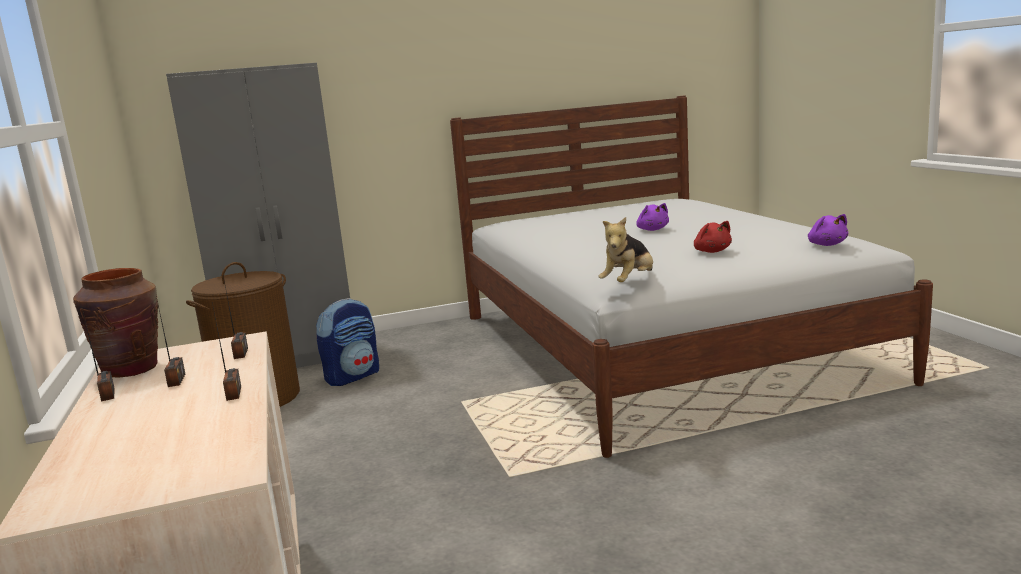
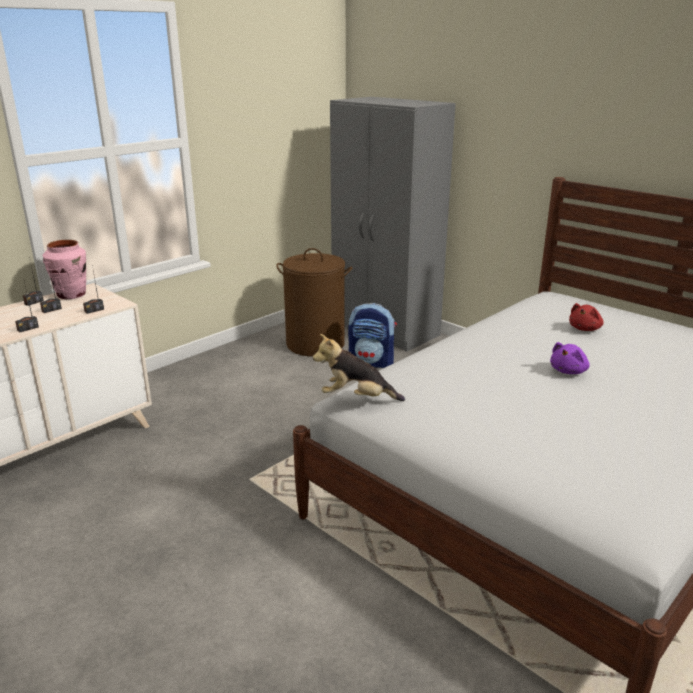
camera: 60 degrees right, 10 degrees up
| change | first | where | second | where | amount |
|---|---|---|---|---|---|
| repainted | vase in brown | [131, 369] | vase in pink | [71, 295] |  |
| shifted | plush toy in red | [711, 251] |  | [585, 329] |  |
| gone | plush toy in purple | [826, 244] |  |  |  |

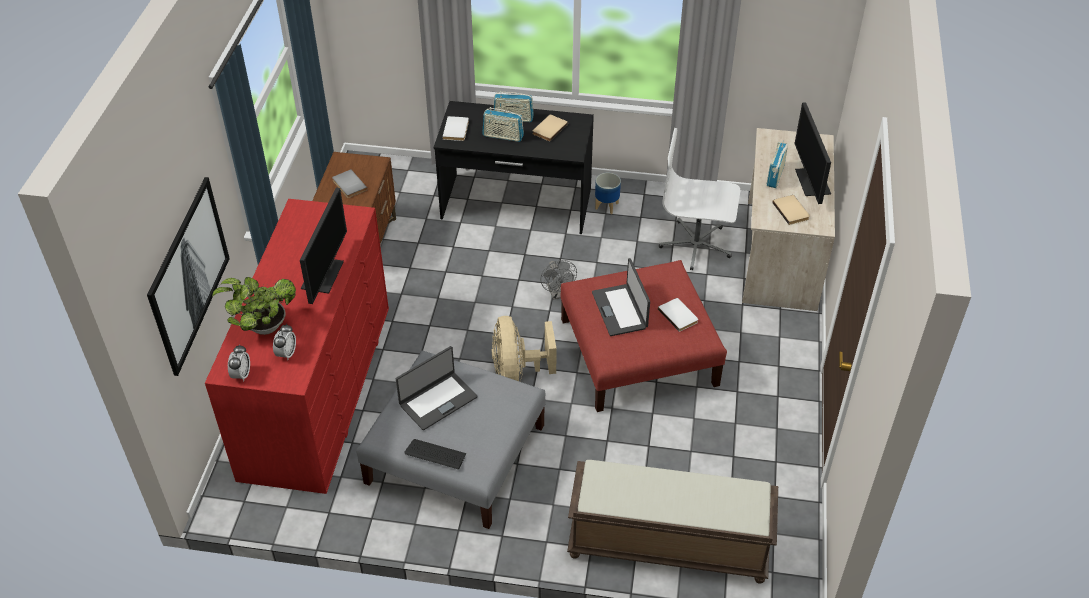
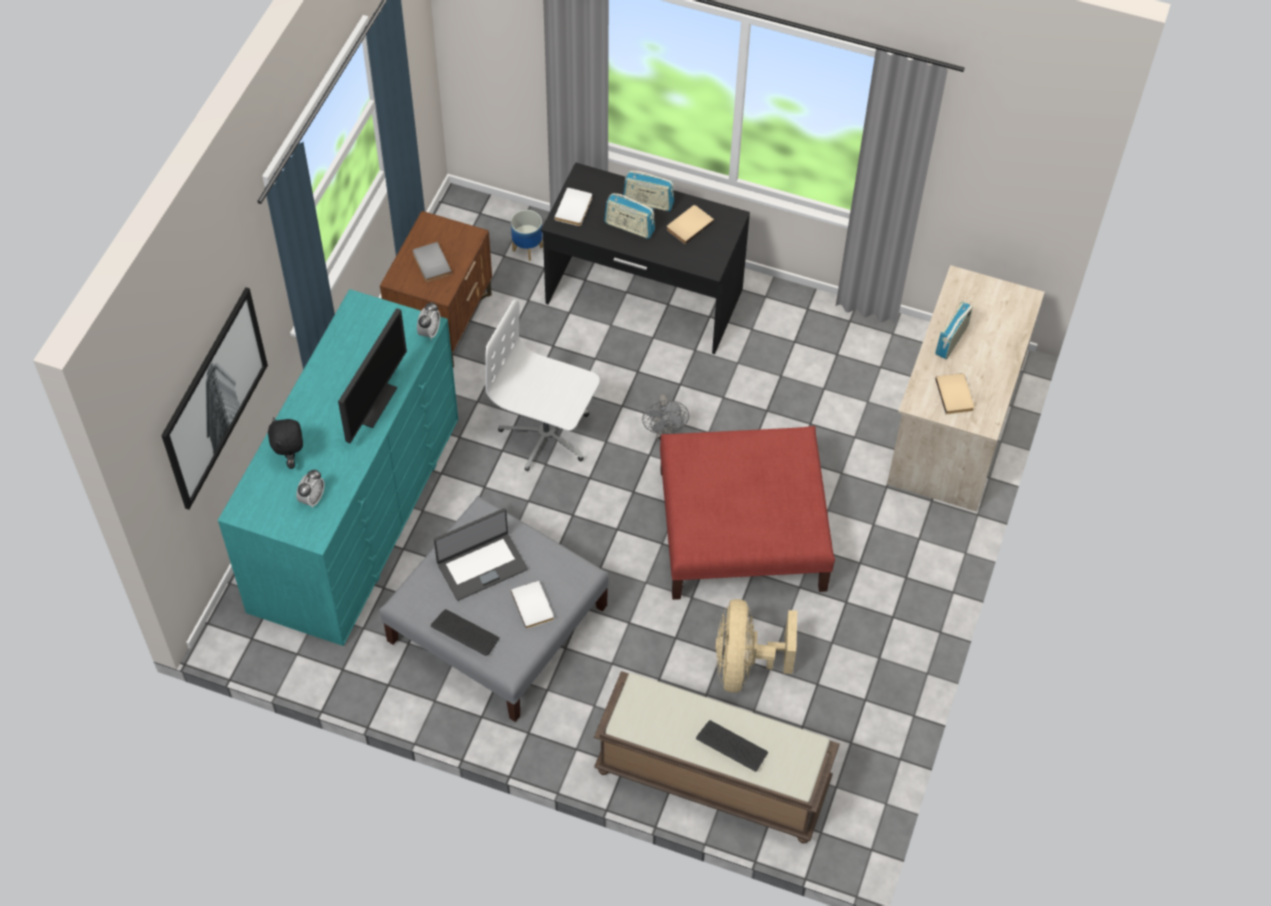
camera: 10 degrees right, 10 degrees up
| change | first | where | second | where | amount |
|---|---|---|---|---|---|
| repainted | dresser in red | [317, 389] | dresser in turquoise | [356, 513] |  |
| swapped | potted plant | [262, 327] | plush toy in black | [291, 459] |  |
| shifted | alarm clock | [241, 375] |  | [429, 332] |  |
| shifted | office chair in white | [696, 245] |  | [546, 435] |  |
| shifted | planter | [607, 206] |  | [528, 248] |  |
| shifted | book in white | [679, 315] |  | [534, 605] |  |
| new |  |  | keyboard | [732, 746] |  |
| shifted | fan in beige | [517, 374] |  | [745, 665] |  |
| gone | laptop | [620, 310] |  |  |  |
| gone | monitor | [812, 182] |  |  |  |

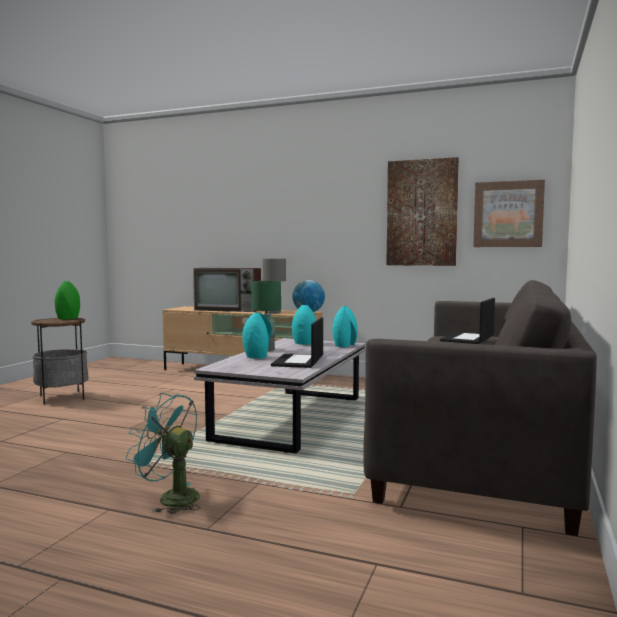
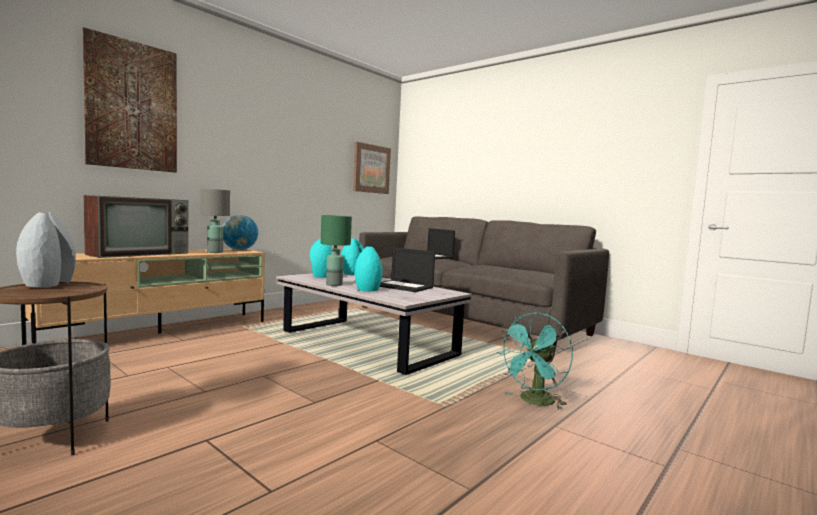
camera: 70 degrees left, 0 degrees up
| change | first | where | second | where | amount |
|---|---|---|---|---|---|
| repainted | vase in green | [68, 318] | vase in grey | [48, 284] |  |
| shifted | picture | [421, 213] |  | [132, 106] |  |

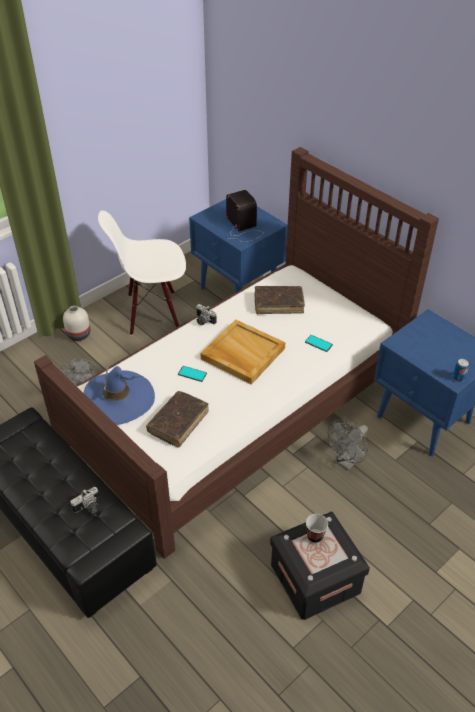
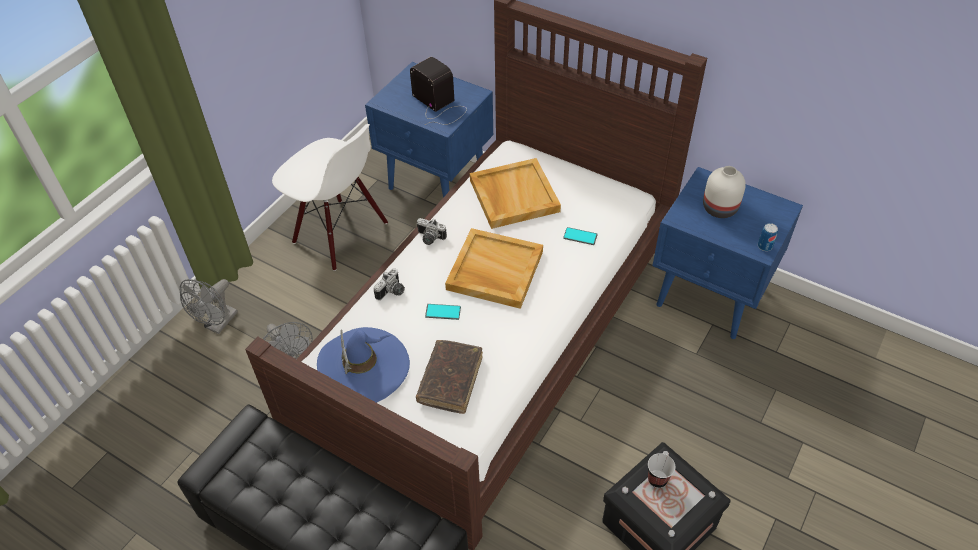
camera: 15 degrees left, 5 degrees up
| change | first | where | second | where | amount |
|---|---|---|---|---|---|
| shifted | fan in grey | [347, 461] |  | [218, 324] |  |
| rotated | chair in white | [152, 312] |  | [339, 234] | 120 degrees counterclockwise |
| shifted | photo camera | [89, 508] |  | [392, 292] |  |
| swapped | book in brown | [278, 304] | tray in beige | [513, 195] |  |
| shifted | vase in white | [79, 335] |  | [720, 209] |  |

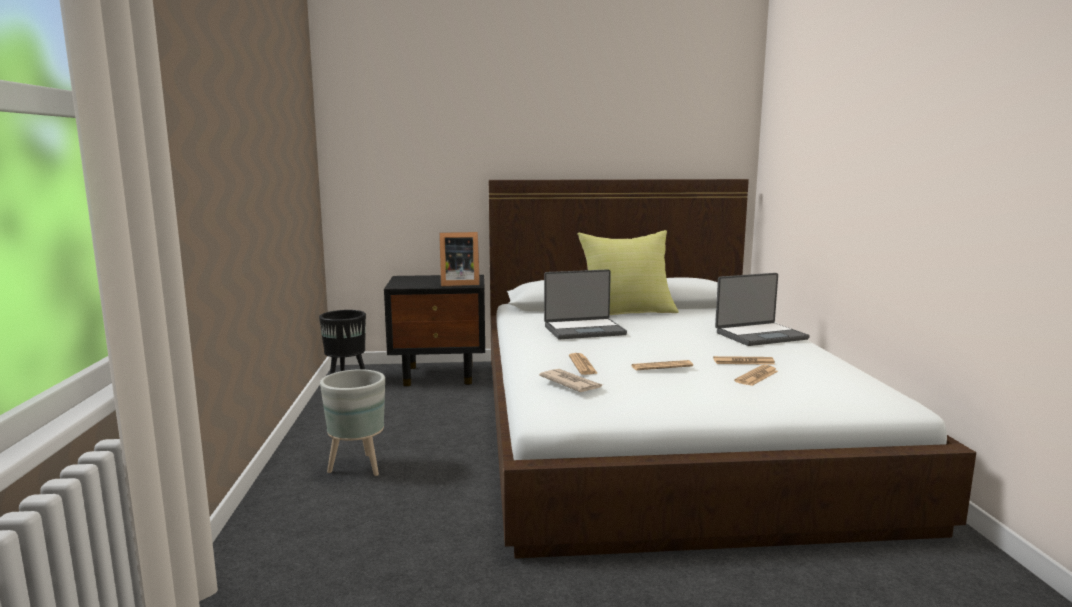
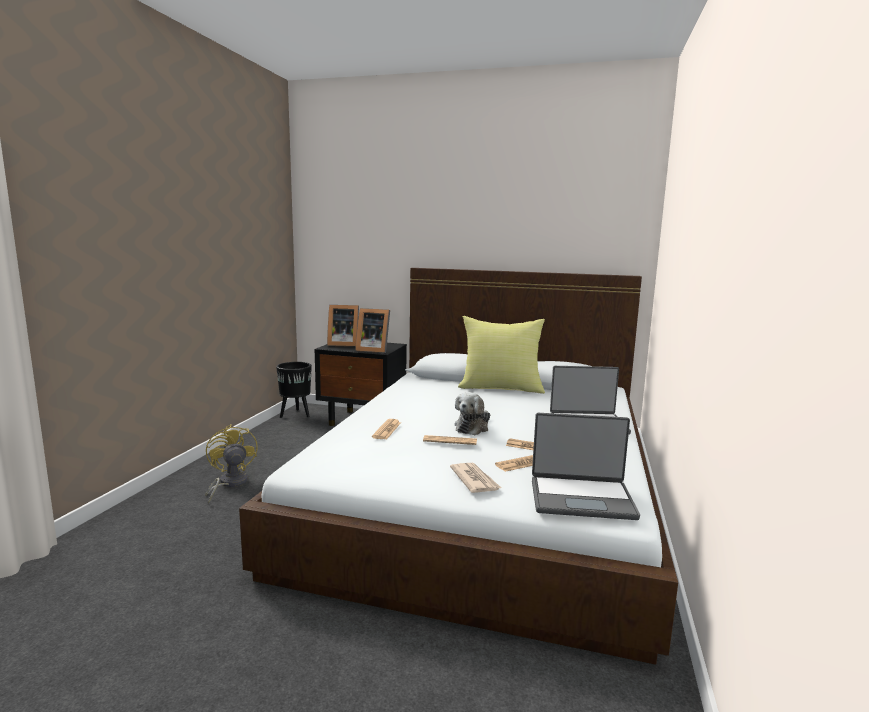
camera: 20 degrees right, 0 degrees up
| change | first | where | second | where | amount |
|---|---|---|---|---|---|
| swapped | planter in grey | [357, 468] | fan in yellow | [229, 484] |  |
| new |  |  | picture frame | [343, 344] |  |
| shifted | newspaper | [570, 383] |  | [474, 480] |  |
| new |  |  | plush toy | [472, 427] |  |
| shifted | laptop | [584, 330] |  | [581, 498] |  |

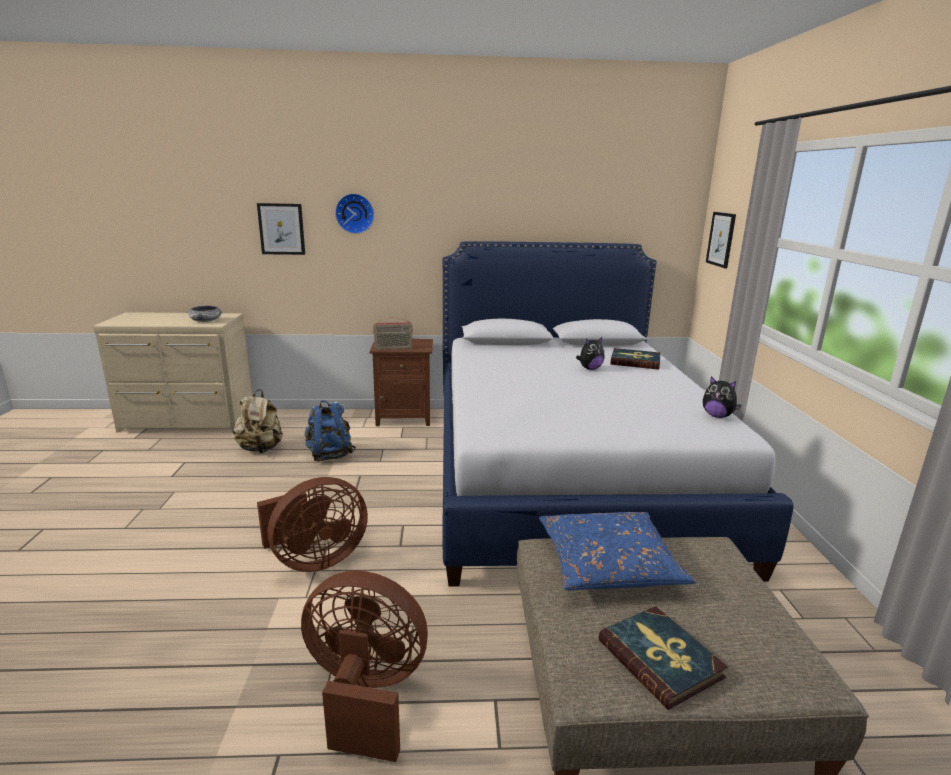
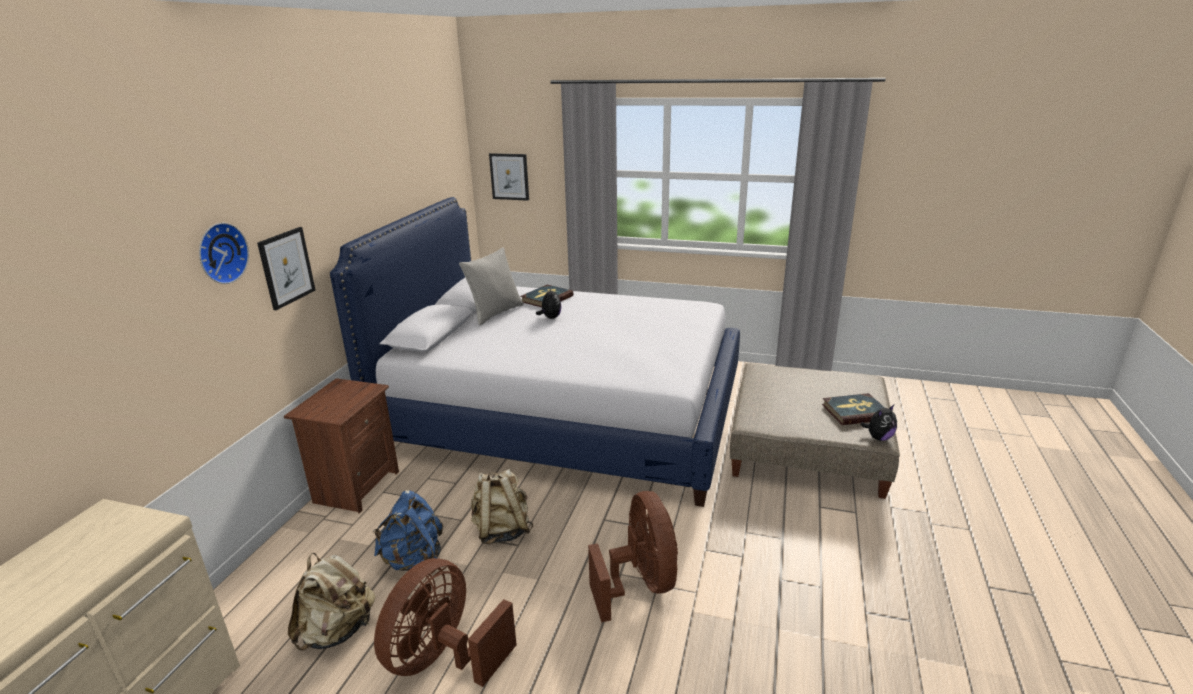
camera: 70 degrees left, 5 degrees up
| change | first | where | second | where | amount |
|---|---|---|---|---|---|
| shifted | picture | [281, 229] |  | [286, 267] |  |
| shifted | fan in brown | [365, 694] |  | [444, 658] |  |
| new |  |  | pillow in grey | [495, 313] |  |
| new |  |  | backpack in beige | [501, 530] |  |
| shifted | plush toy | [717, 416] |  | [878, 438] |  |
| gone | bowl | [206, 321] |  |  |  |
| gone | radio | [393, 348] |  |  |  |
| gone | pillow in blue | [608, 563] |  |  |  |

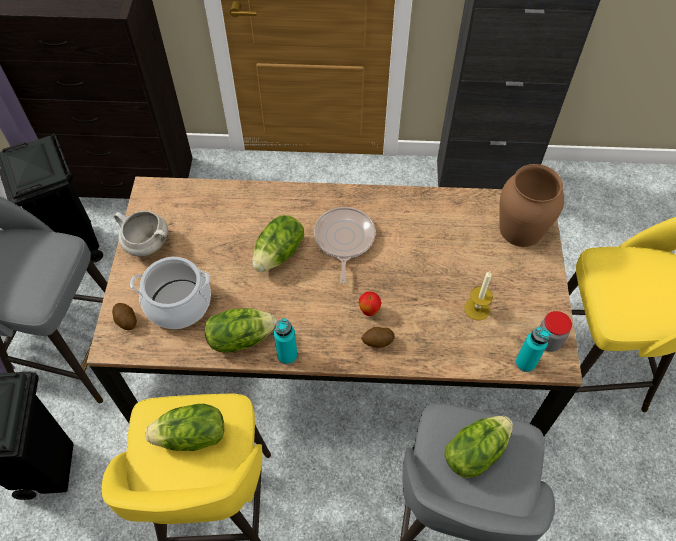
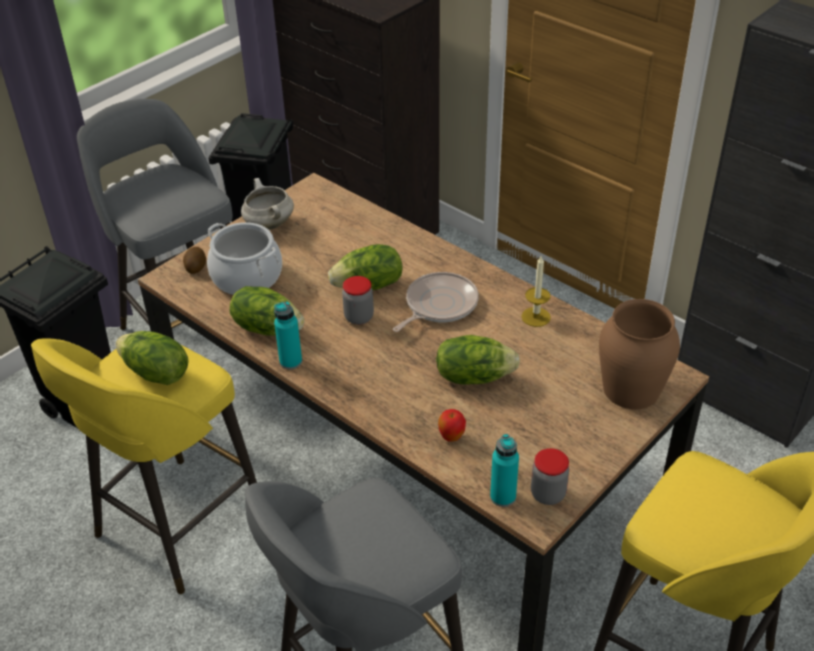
camera: 40 degrees right, 15 degrees down
| change | first | where | second | where | amount |
|---|---|---|---|---|---|
| new |  |  | jar | [359, 317] |  |
| shifted | lettuce | [474, 452] |  | [473, 376] |  |
| shifted | apple | [369, 311] |  | [451, 437] |  |
| shifted | candle | [477, 309] |  | [536, 317] |  |
| gone | potato | [377, 341] |  |  |  |

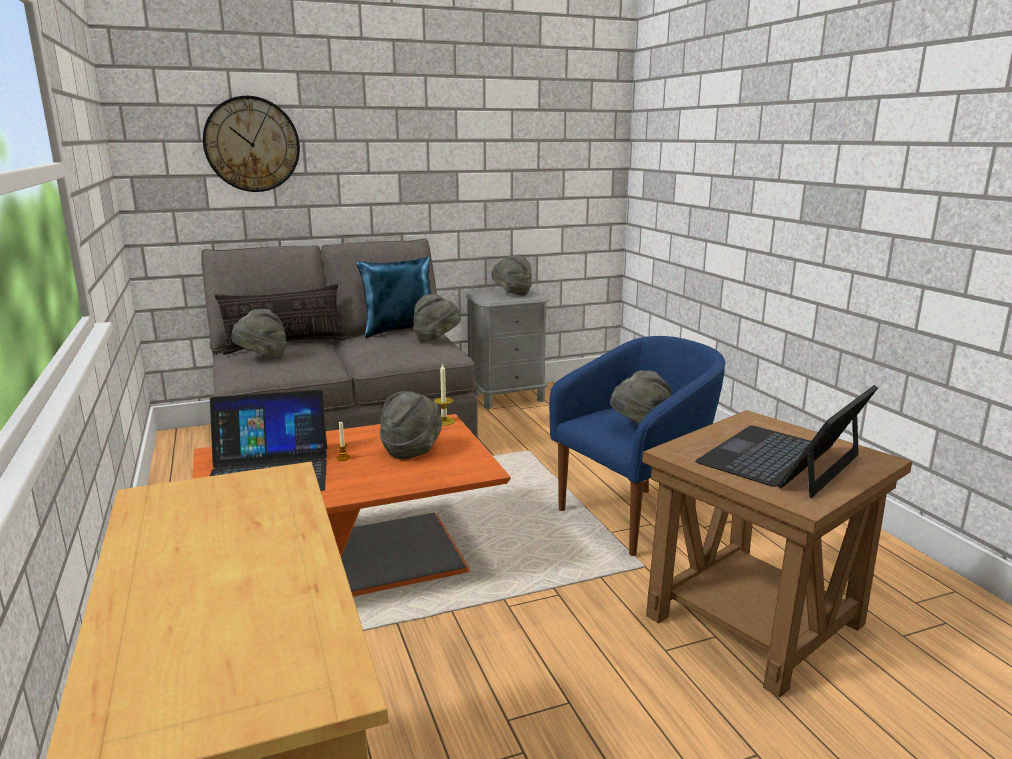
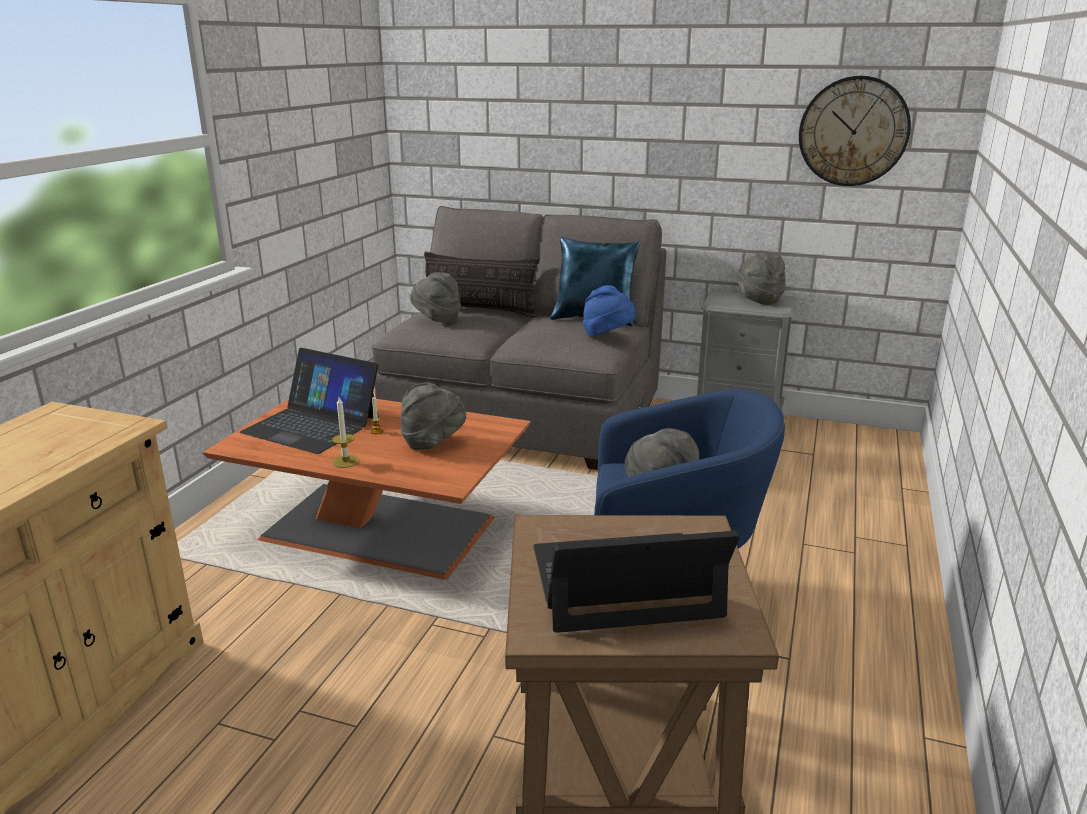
camera: 40 degrees right, 5 degrees up
| change | first | where | second | where | amount |
|---|---|---|---|---|---|
| shifted | candle | [444, 421] |  | [345, 461] |  |
| repainted | hat in grey | [436, 339] | hat in blue | [608, 337] |  |
| shifted | wall clock | [252, 144] |  | [853, 131] |  |

